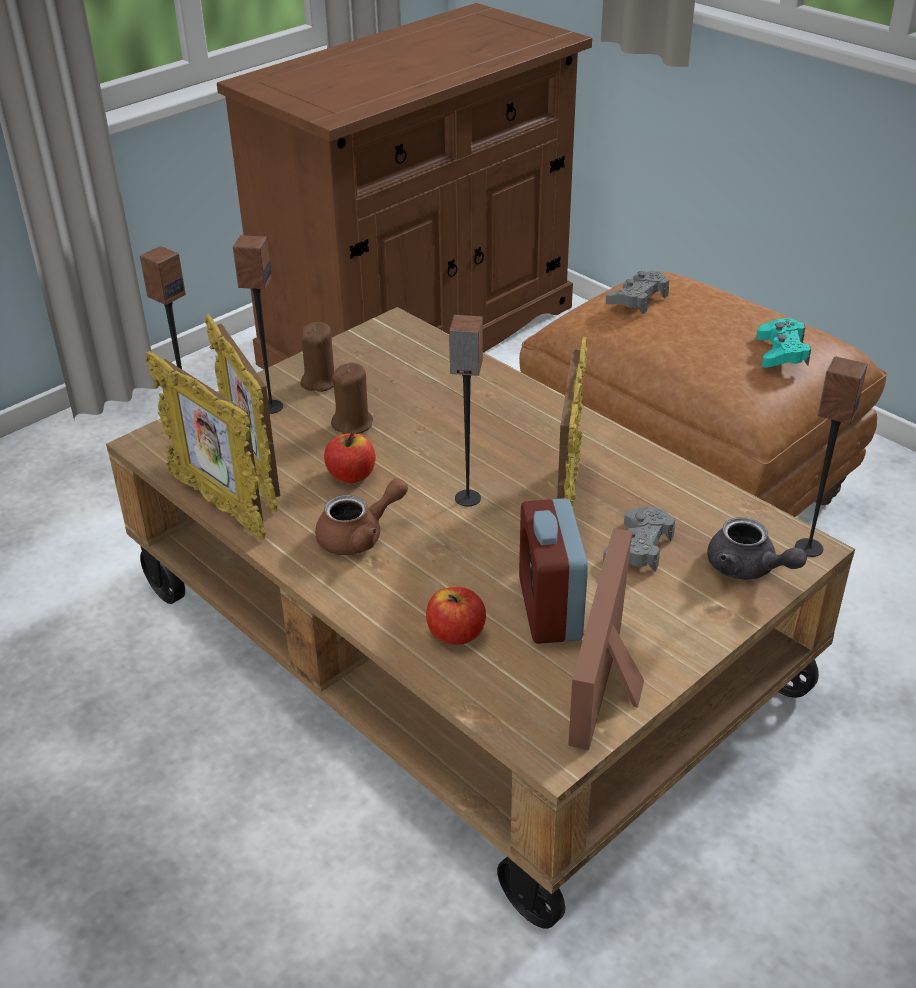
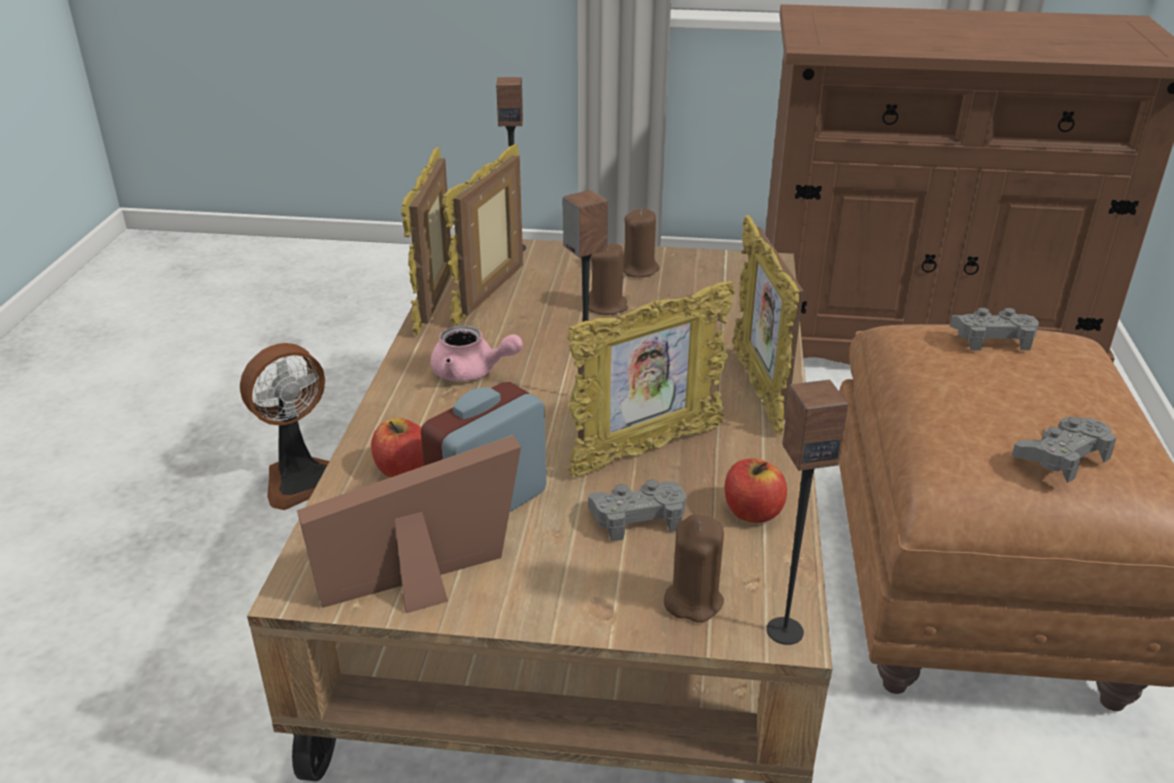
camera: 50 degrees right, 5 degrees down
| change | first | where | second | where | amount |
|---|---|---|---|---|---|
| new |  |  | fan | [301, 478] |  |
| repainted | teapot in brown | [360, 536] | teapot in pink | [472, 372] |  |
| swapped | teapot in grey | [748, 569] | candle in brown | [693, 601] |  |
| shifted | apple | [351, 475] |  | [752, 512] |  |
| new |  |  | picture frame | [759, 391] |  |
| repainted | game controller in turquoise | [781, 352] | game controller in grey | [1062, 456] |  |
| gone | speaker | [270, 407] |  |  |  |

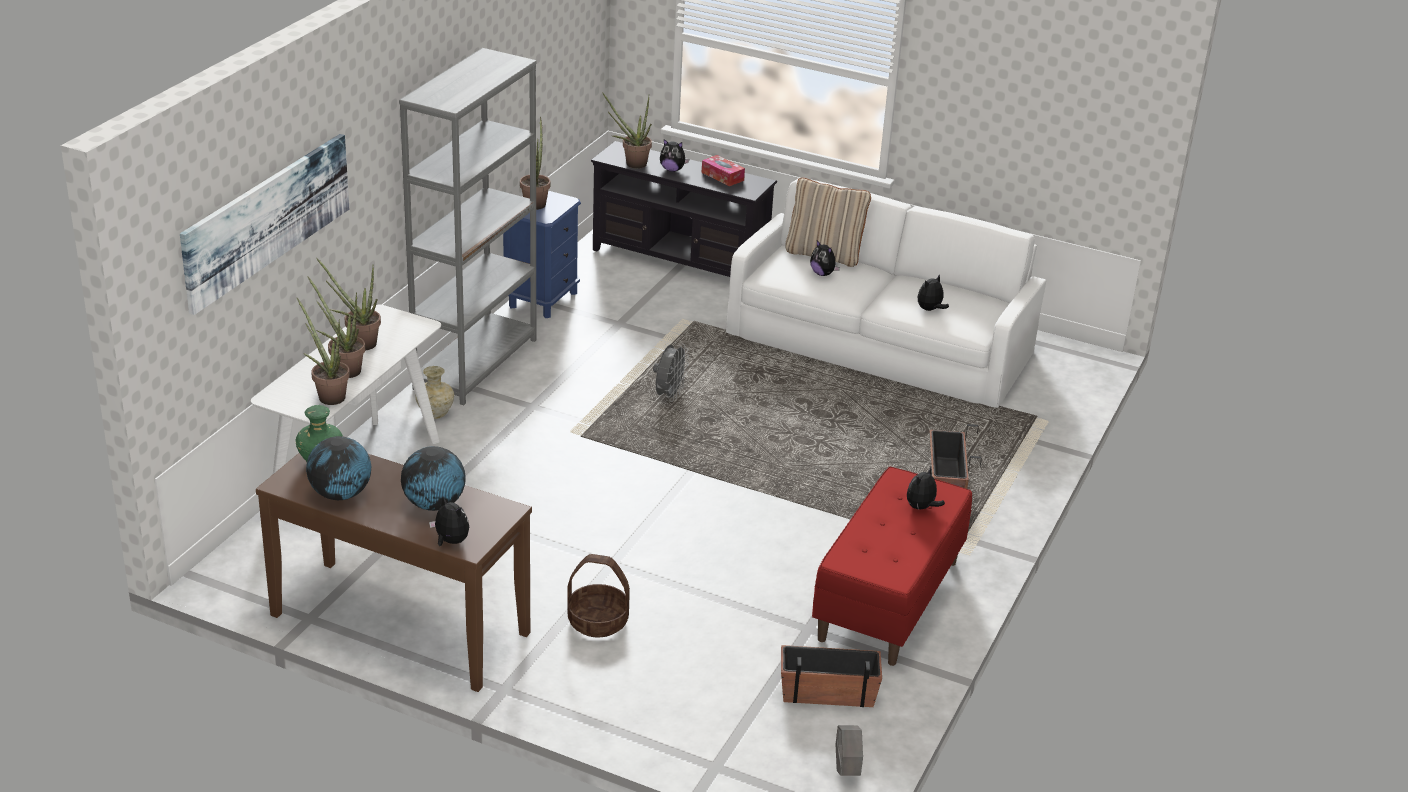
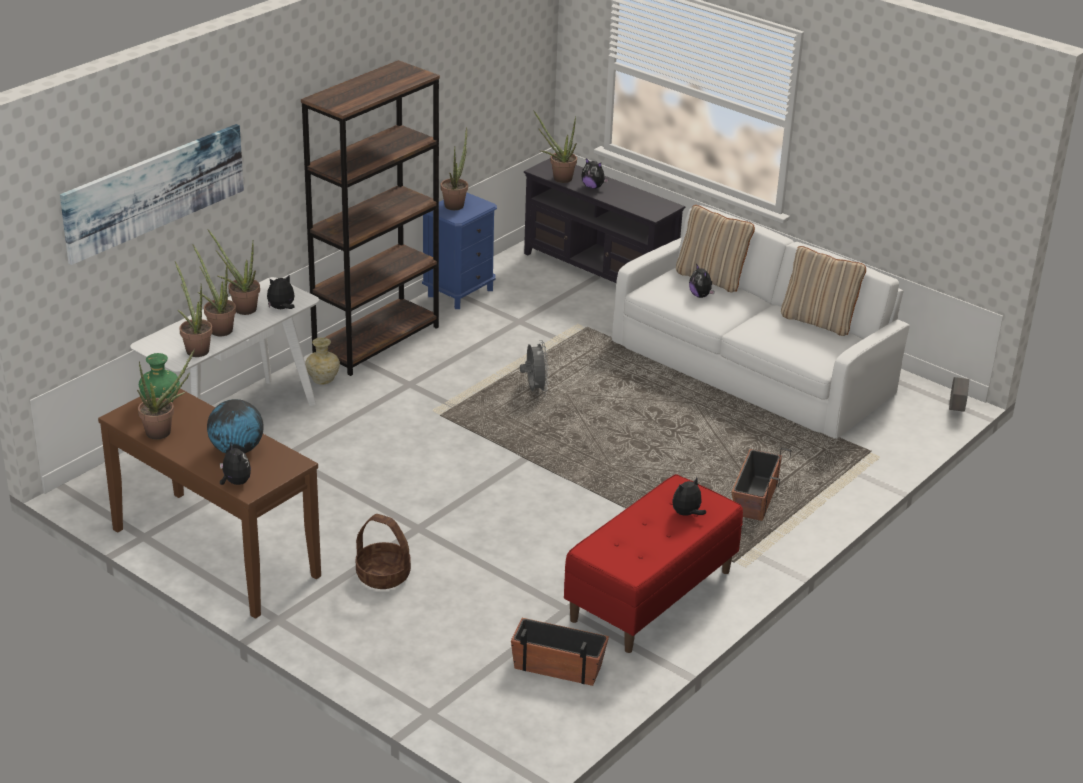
camera: 15 degrees right, 0 degrees up
| change | first | where | second | where | amount |
|---|---|---|---|---|---|
| swapped | globe | [341, 494] | potted plant | [164, 432] |  |
| shifted | plush toy | [930, 310] |  | [281, 308] |  |
| repainted | bookcase in grey | [476, 364] | bookcase in brown | [376, 341] |  |
| rotated | fan in grey | [669, 395] |  | [534, 390] | 45 degrees counterclockwise |
| new |  |  | pillow in beige | [818, 321] |  |
| shifted | planter in grey | [846, 770] |  | [956, 410] |  |
| gone | tissue box | [722, 176] |  |  |  |

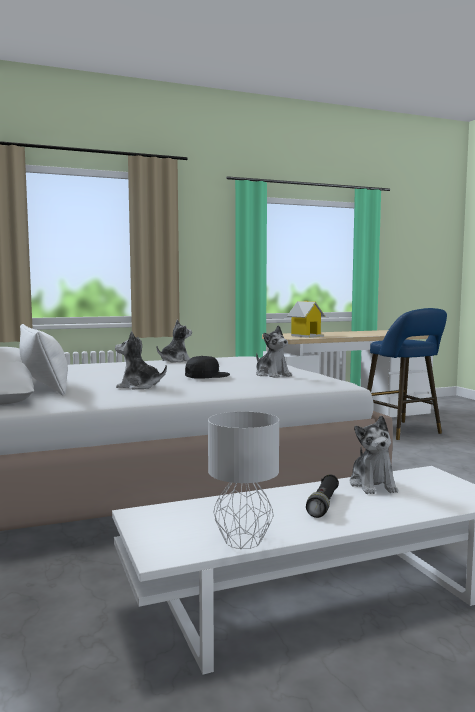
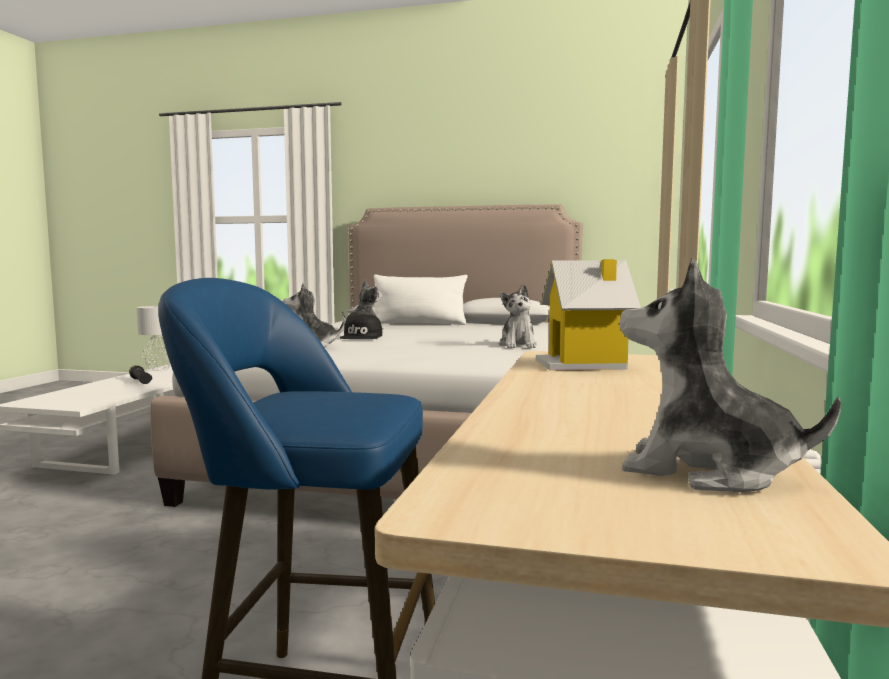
camera: 125 degrees right, 0 degrees up
| change | first | where | second | where | amount |
|---|---|---|---|---|---|
| shifted | plush toy | [373, 485] |  | [706, 471] |  |

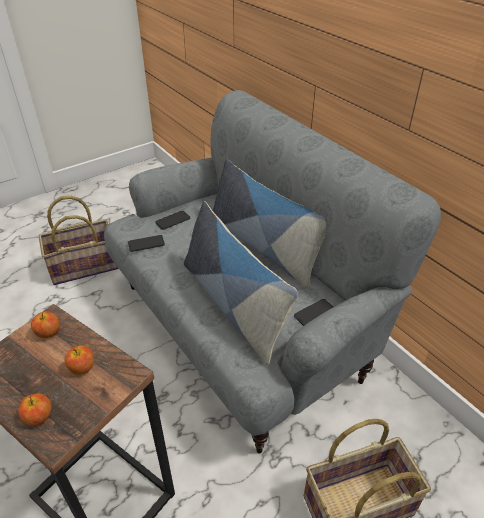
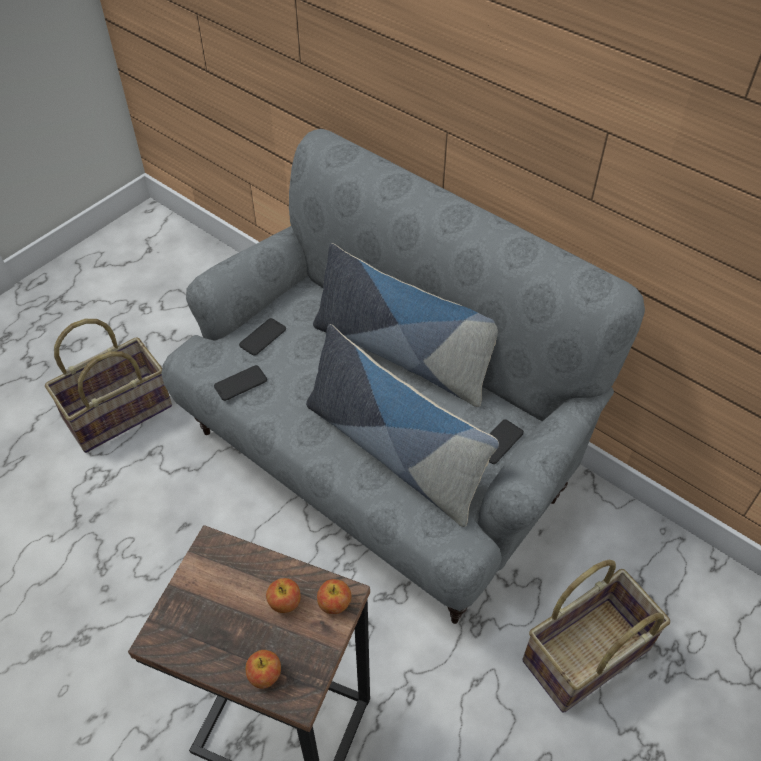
camera: 15 degrees left, 10 degrees up
| change | first | where | second | where | amount |
|---|---|---|---|---|---|
| shifted | apple | [48, 333] |  | [334, 604] |  |

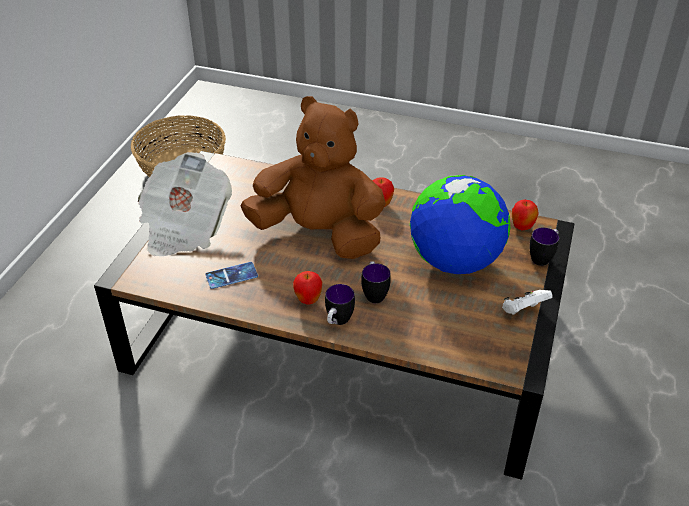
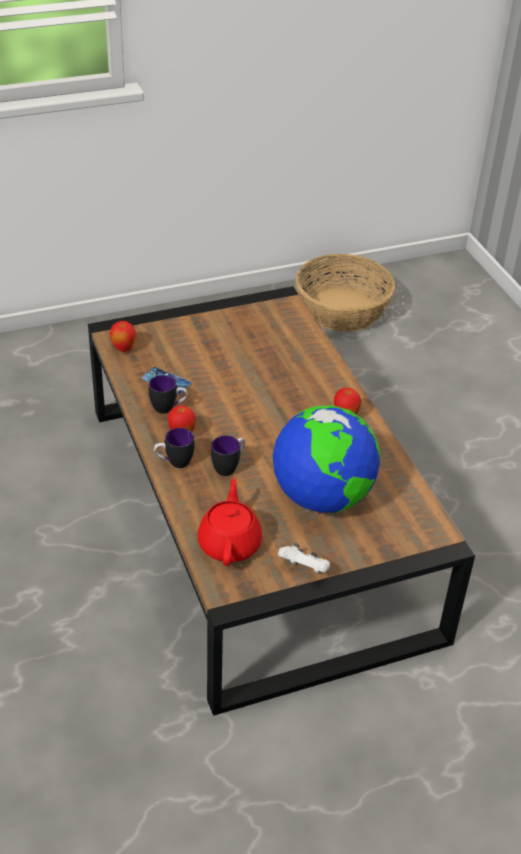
camera: 50 degrees right, 0 degrees up
| change | first | where | second | where | amount |
|---|---|---|---|---|---|
| shifted | apple | [522, 227] |  | [123, 349] |  |
| shifted | mug | [543, 257] |  | [168, 408] |  |
| new |  |  | teapot in red | [230, 543] |  |
| gone | newspaper | [184, 226] |  |  |  |
| gone | plush toy in brown | [319, 234] |  |  |  |

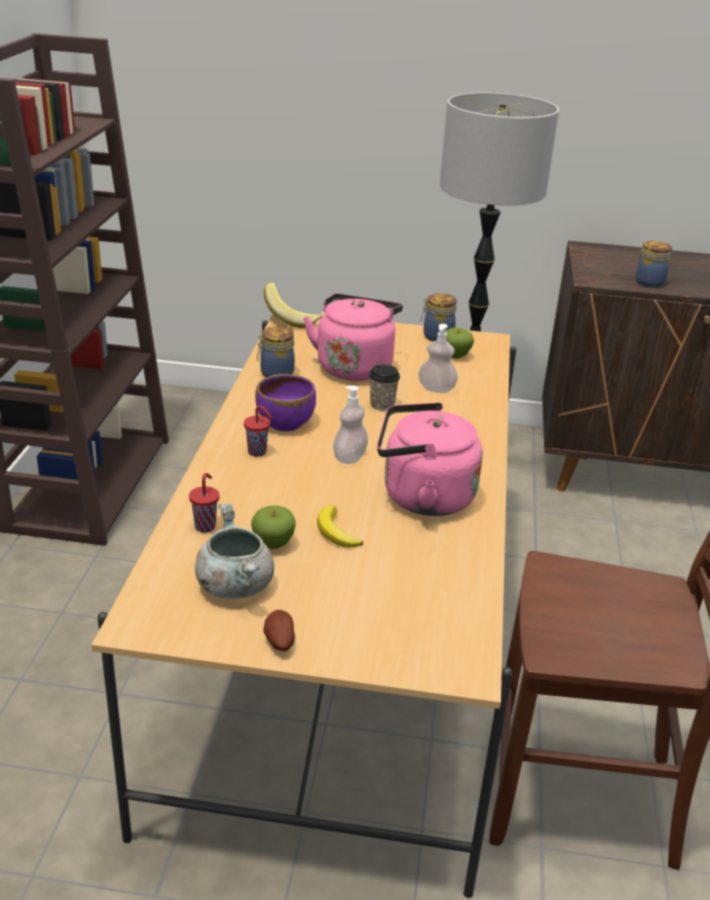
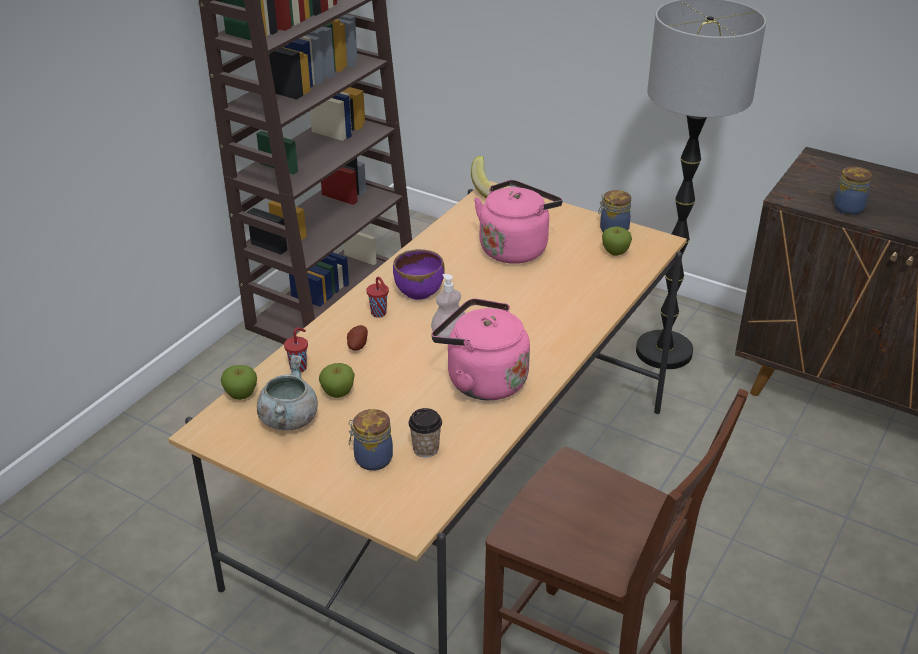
camera: 25 degrees right, 5 degrees up
| change | first | where | second | where | amount |
|---|---|---|---|---|---|
| new |  |  | apple | [241, 395] |  |
| shifted | potato | [278, 642] |  | [357, 345] |  |
| shifted | jar | [275, 374] |  | [371, 459] |  |
| shifted | cup | [382, 405] |  | [425, 449] |  |
| gone | banana | [336, 532] |  |  |  |
| gone | soap dispenser | [436, 389] |  |  |  |

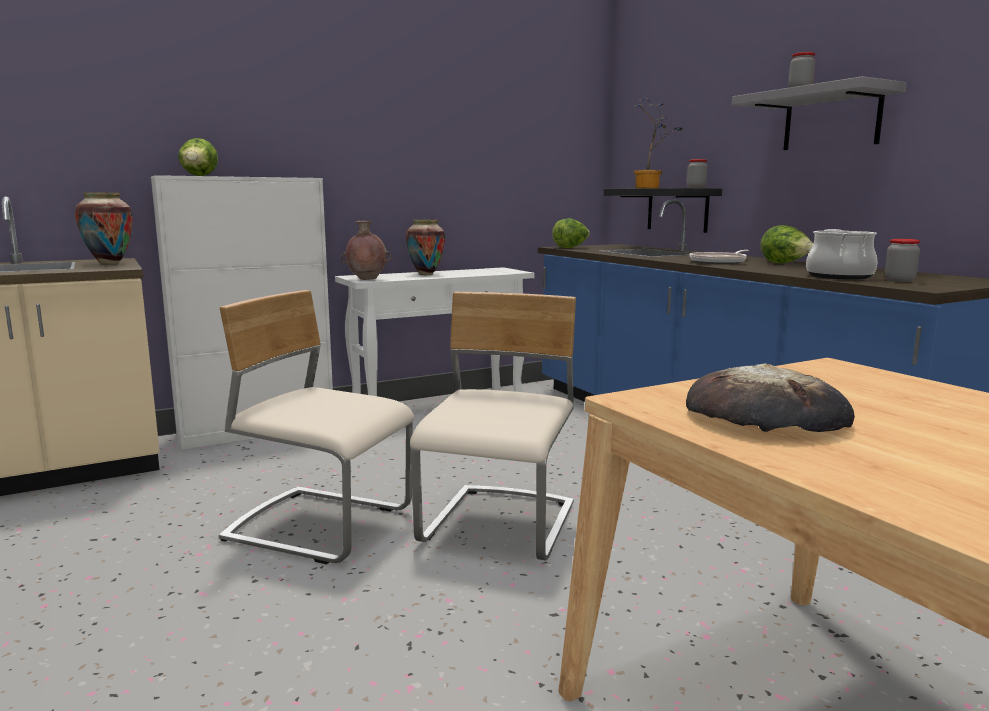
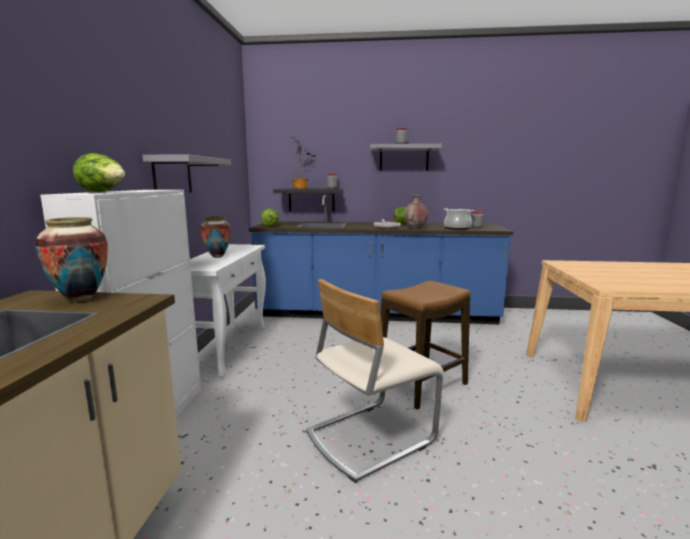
camera: 55 degrees left, 0 degrees up
| change | first | where | second | where | amount |
|---|---|---|---|---|---|
| new |  |  | shelf in grey | [172, 175] |  |
| swapped | chair in beige | [501, 526] | stool | [422, 385] |  |
| shifted | vase in brown | [366, 279] |  | [415, 228] |  |
| gone | bread | [766, 417] |  |  |  |

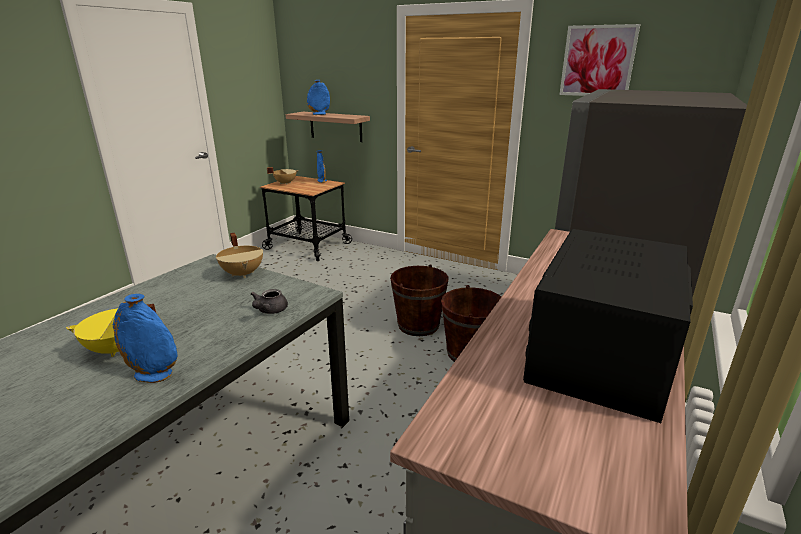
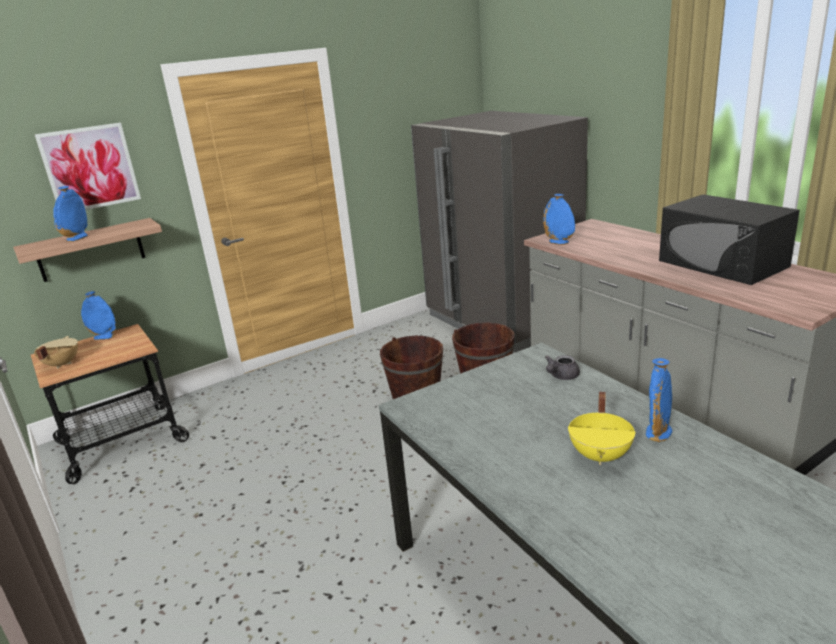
camera: 60 degrees left, 0 degrees up
| change | first | where | second | where | amount |
|---|---|---|---|---|---|
| shifted | picture | [598, 61] |  | [90, 168] |  |
| new |  |  | vase in blue | [558, 242] |  |
| rotated | teapot in grey | [269, 311] |  | [561, 376] | 90 degrees clockwise |
| gone | cooking pot in beige | [243, 273] |  |  |  |

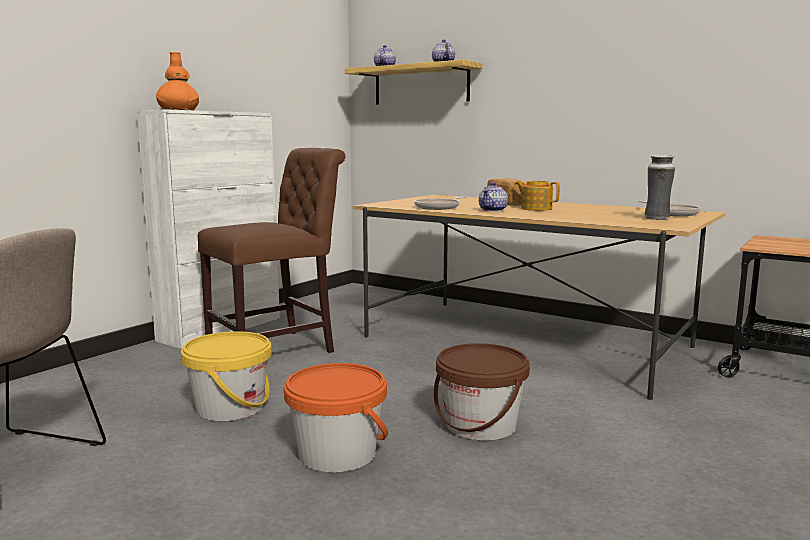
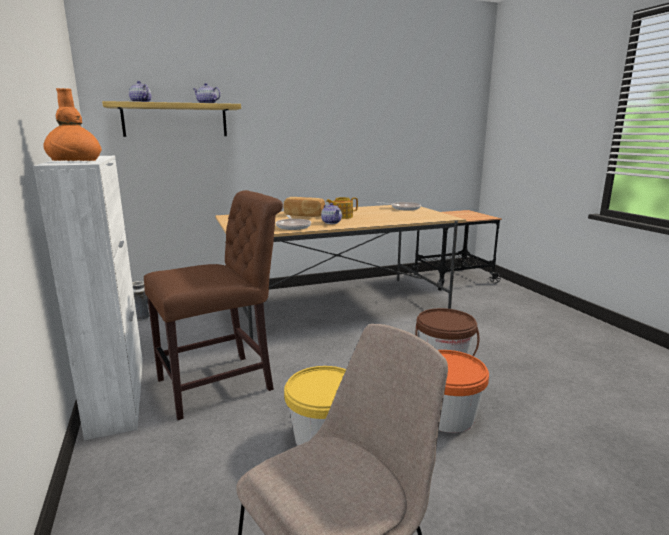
camera: 55 degrees left, 5 degrees up
| change | first | where | second | where | amount |
|---|---|---|---|---|---|
| shifted | vase | [657, 219] |  | [142, 319] |  |
| rotated | chair in brown | [277, 349] |  | [222, 383] | 60 degrees clockwise |

